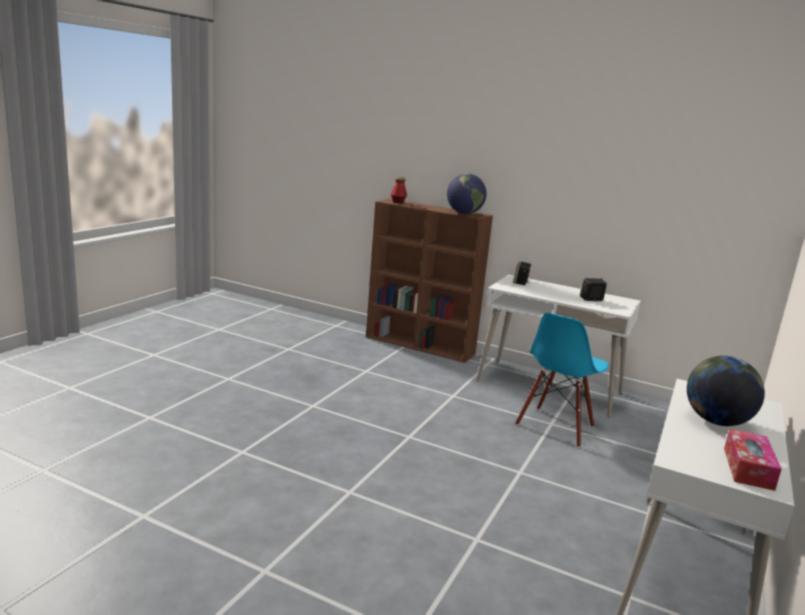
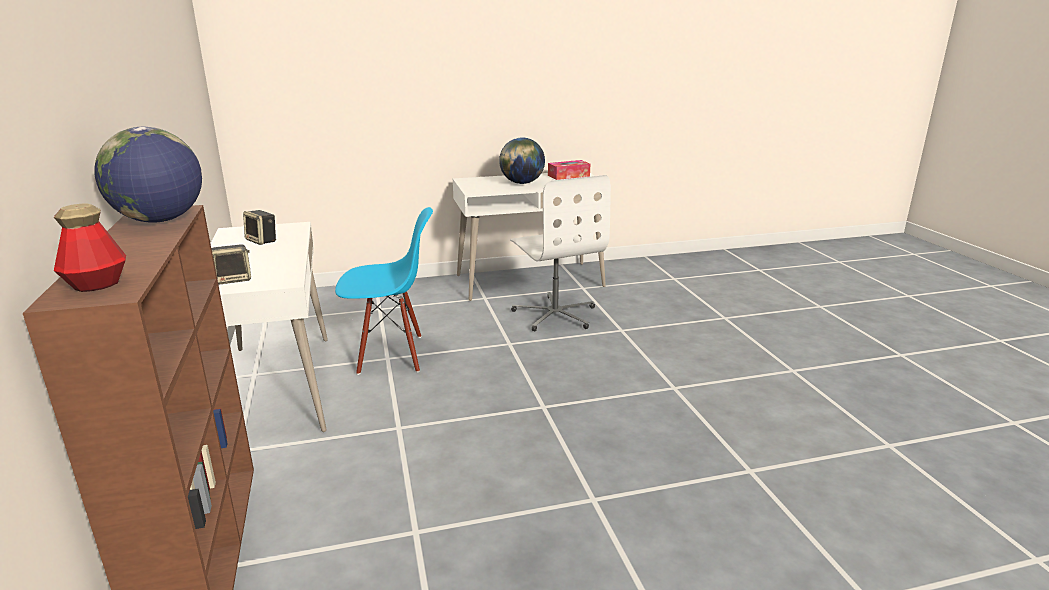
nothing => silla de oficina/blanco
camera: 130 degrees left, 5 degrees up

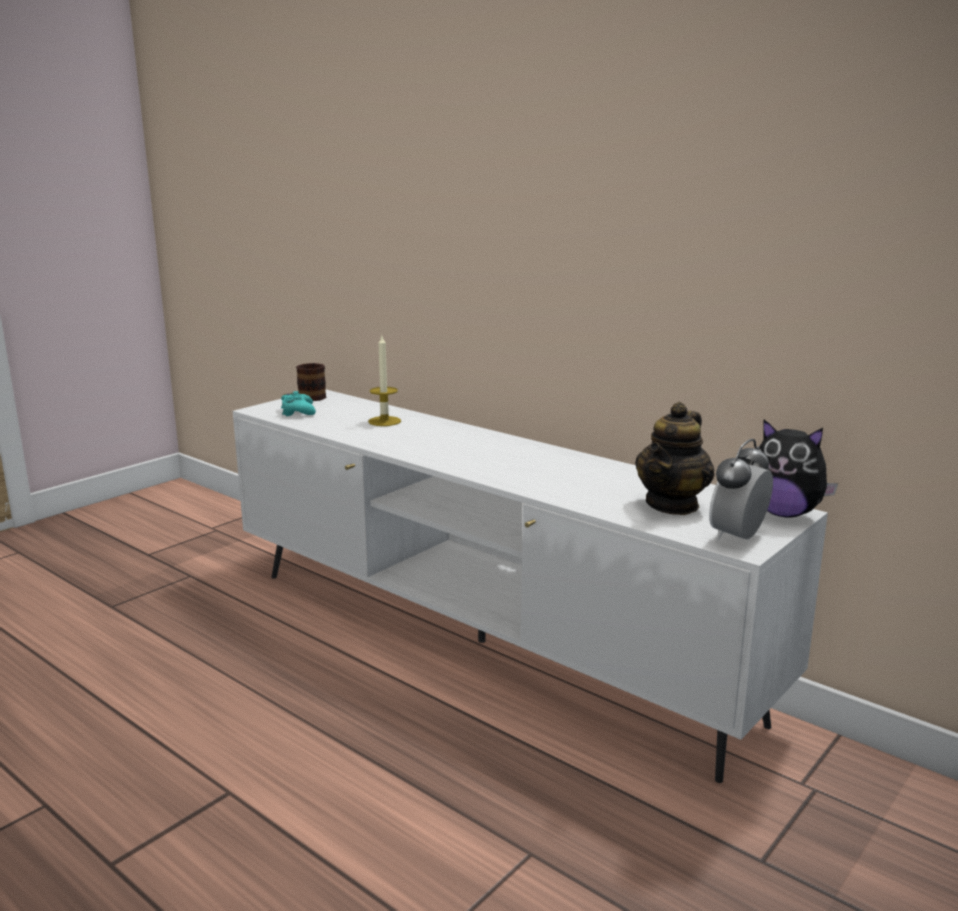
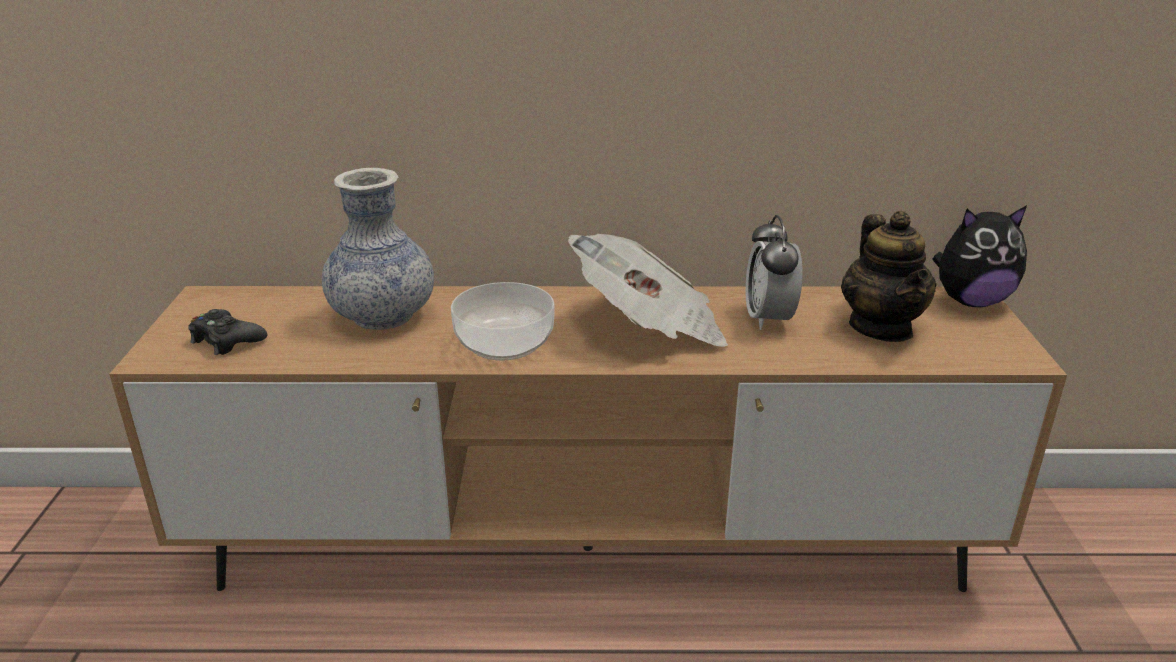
mueble de televisión/blanco => mueble de televisión/marrón
mando de consola/turquesa => mando de consola/negro
vela => florero
nothing => cuenco
nothing => periódico
despertador, moved
taza grande => nothing
camera: 40 degrees left, 10 degrees up

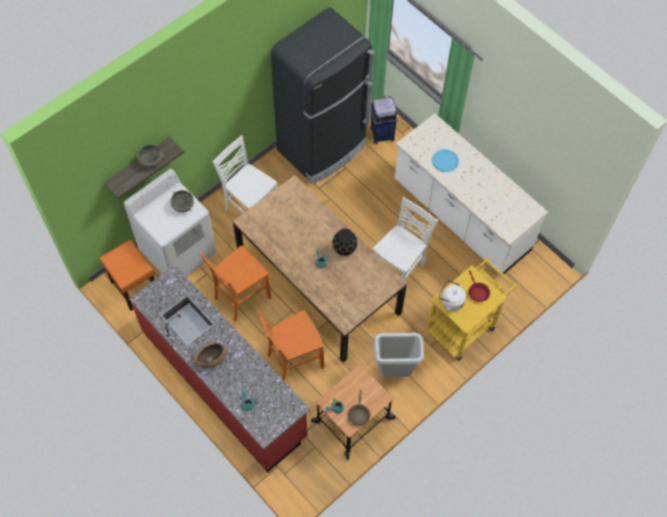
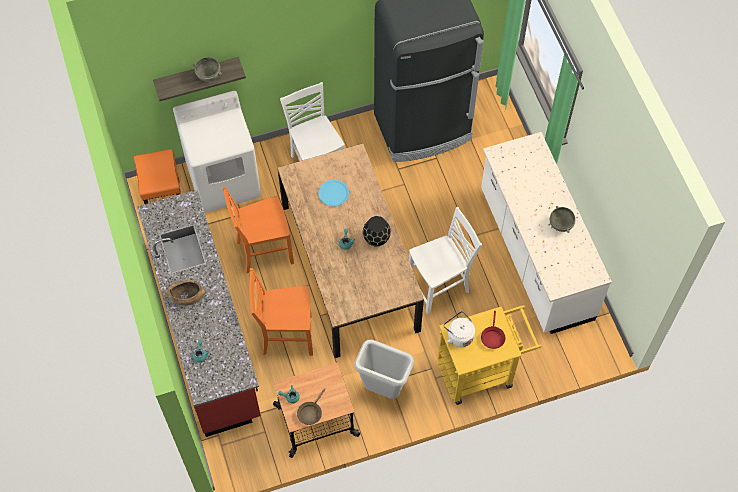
plato/azul, moved
cuenco/gris (2nd from left), moved
papelera/azul => nothing
camera: 25 degrees right, 0 degrees up

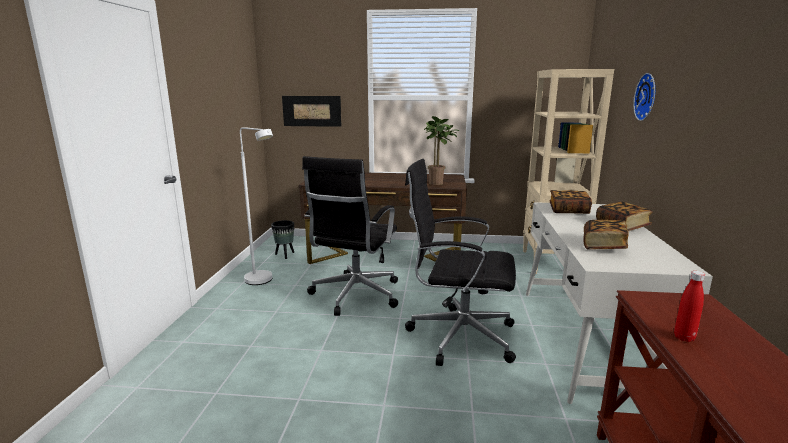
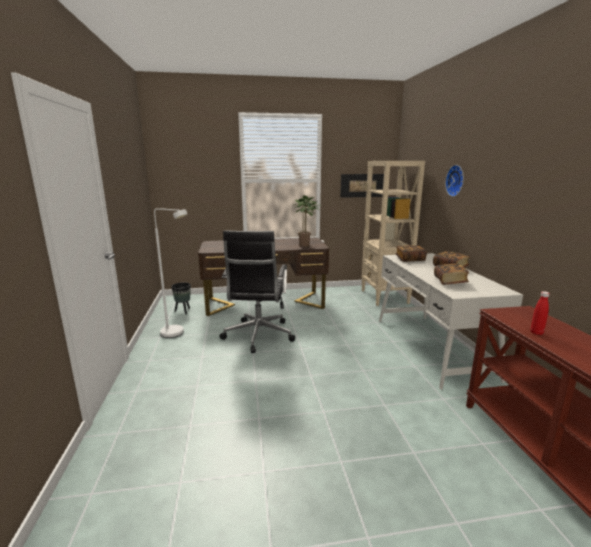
cuadro, moved
silla de oficina/negro (2nd from left) => nothing
camera: 15 degrees left, 0 degrees up

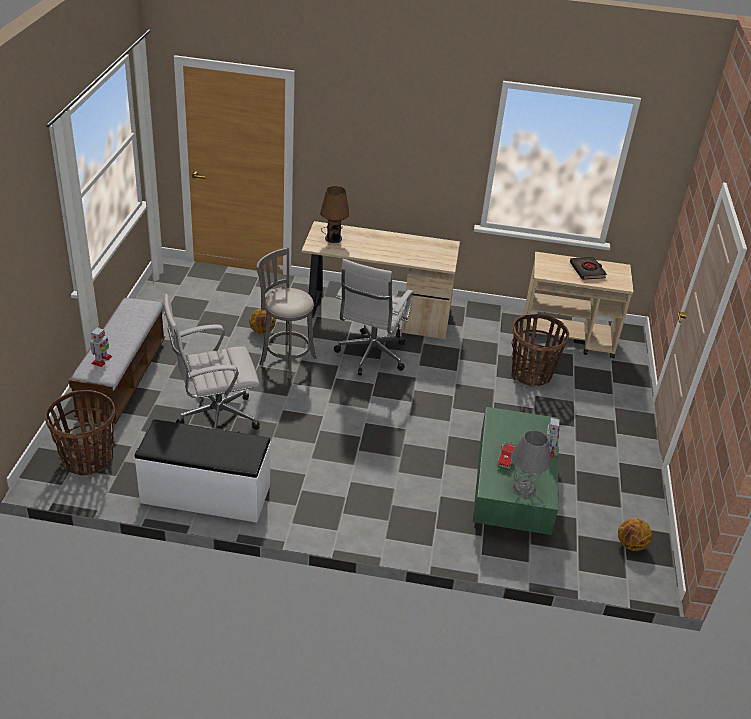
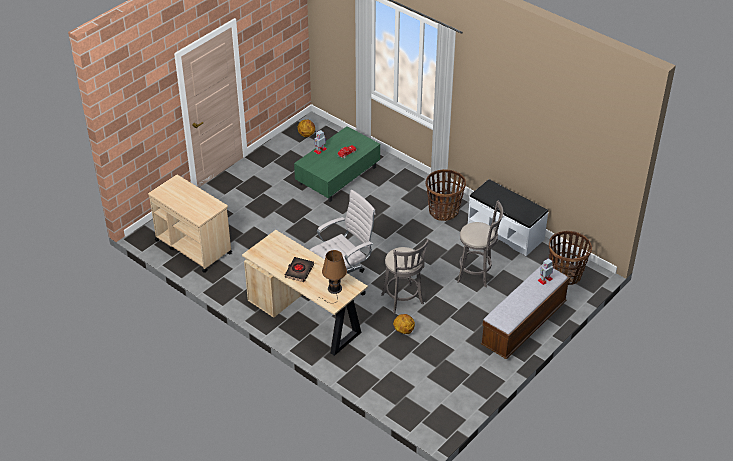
libro/negro, moved
cesta (2nd from left in the first image) => cesta (1st from left), moved
silla de oficina/blanco (1st from left) => taburete/gris (2nd from left)
lámpara de mesa/gris => nothing
camera: 145 degrees left, 5 degrees up

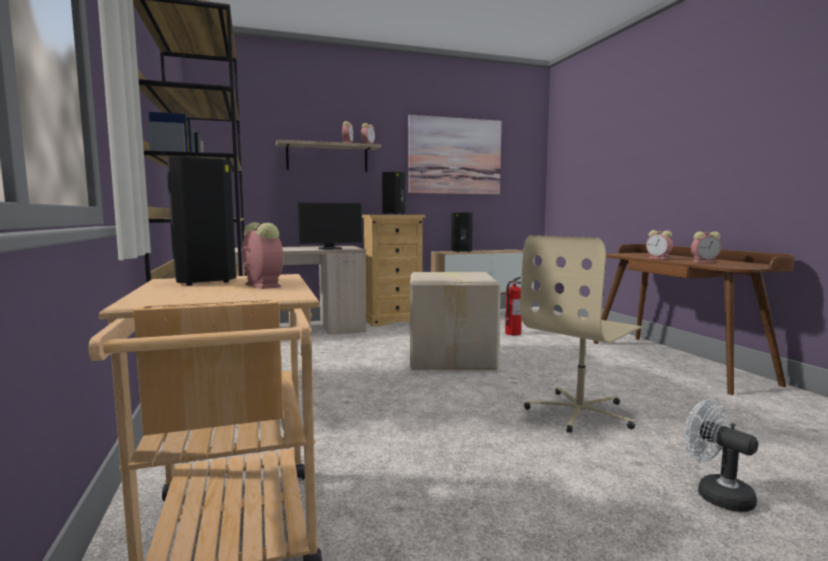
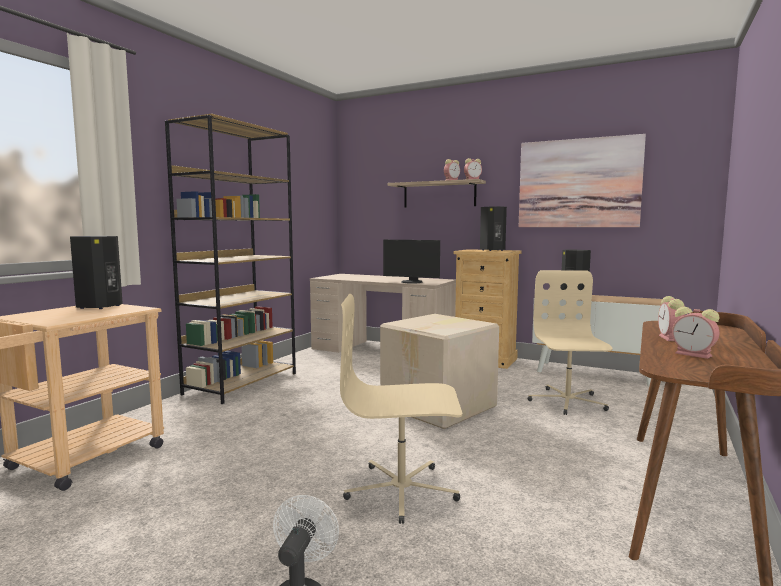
extintor => silla de oficina/beis (2nd from left)
despertador (1st from left) => nothing
camera: 45 degrees right, 0 degrees up

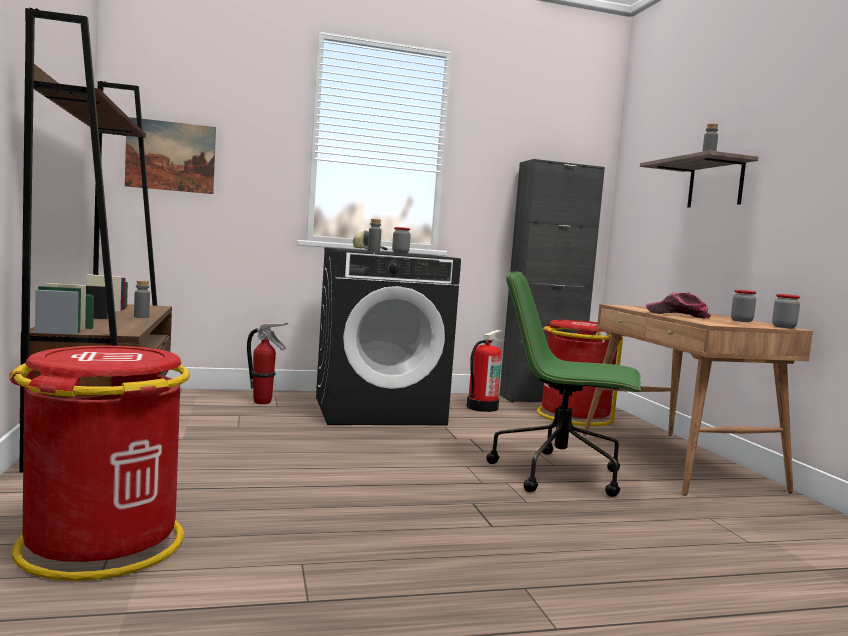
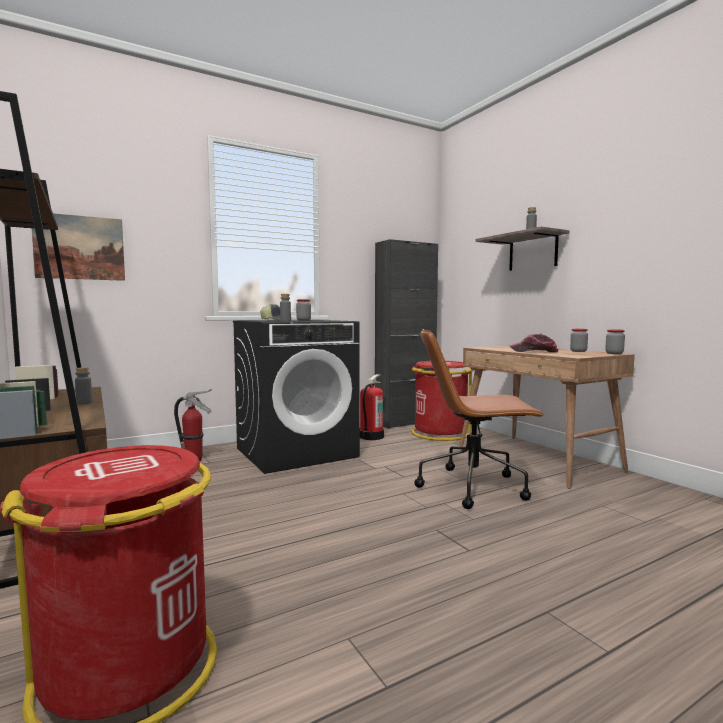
silla de oficina/verde => silla de oficina/marrón
camera: 15 degrees left, 0 degrees up

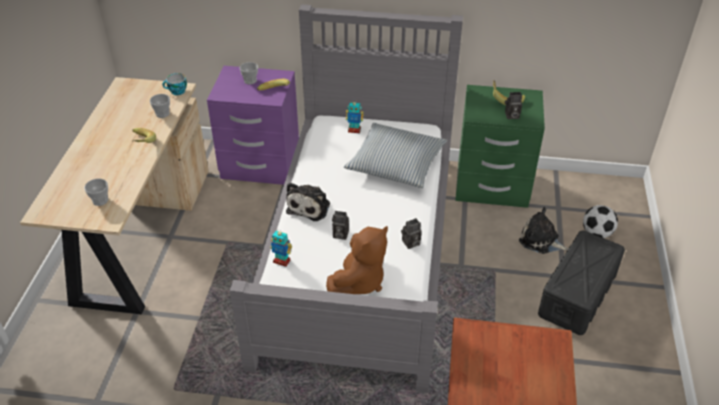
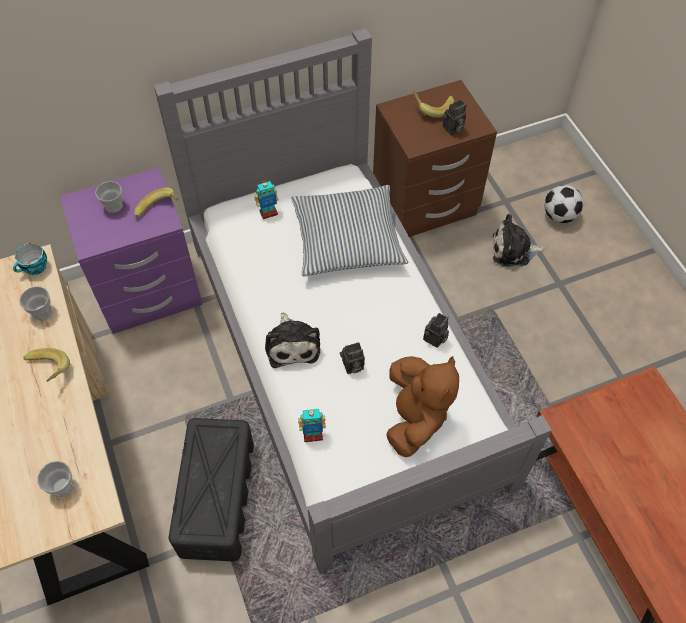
caja de almacenaje/negro, moved
mesita de noche/verde => mesita de noche/marrón
camera: 30 degrees left, 15 degrees up

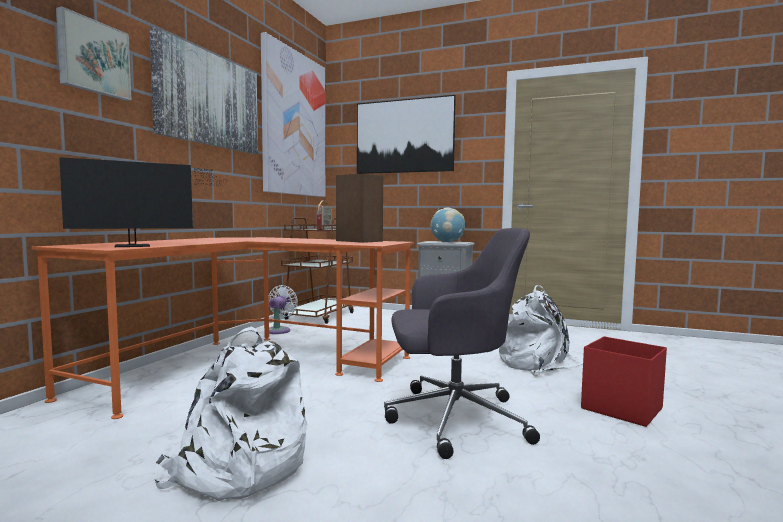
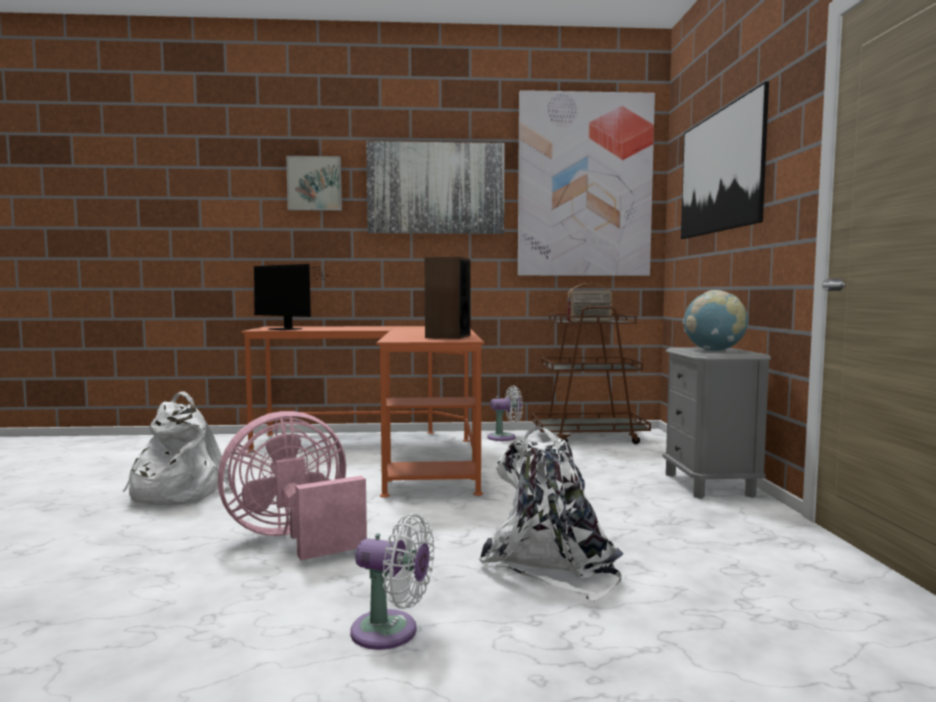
silla de oficina/gris => ventilador/rosa
caja de almacenaje/rojo => ventilador/blanco (1st from left)
camera: 65 degrees right, 0 degrees up

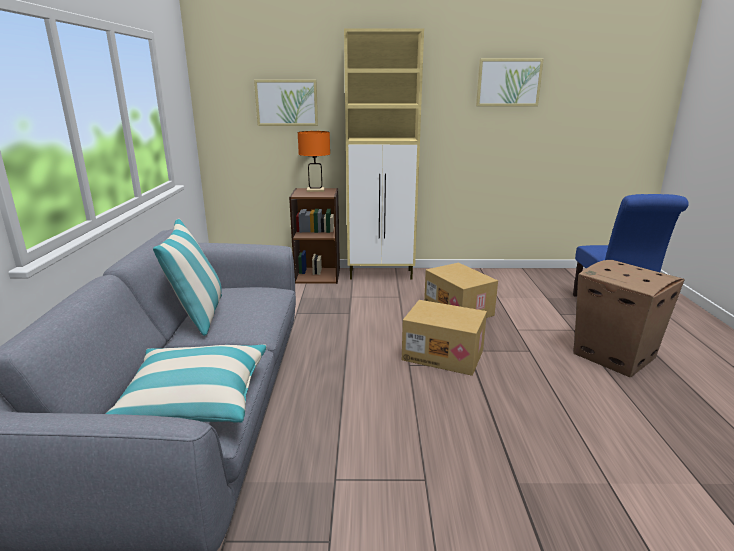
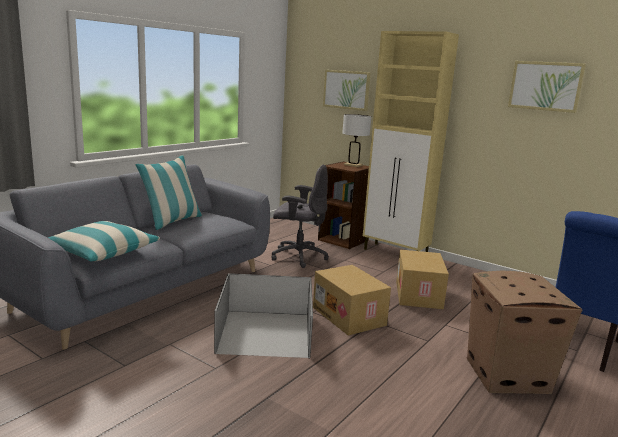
nothing => caja de almacenaje/negro
nothing => silla de oficina/gris
lámpara de mesa/naranja => lámpara de mesa/blanco
camera: 35 degrees right, 5 degrees down

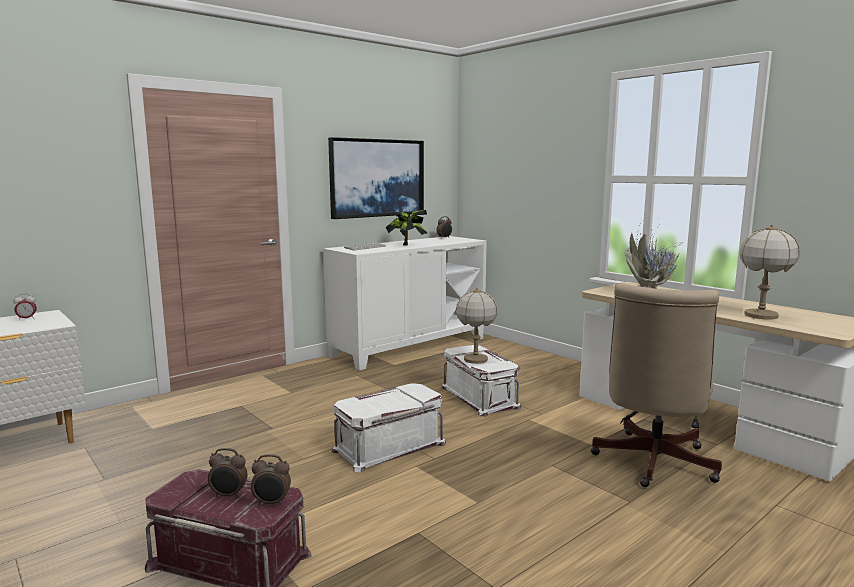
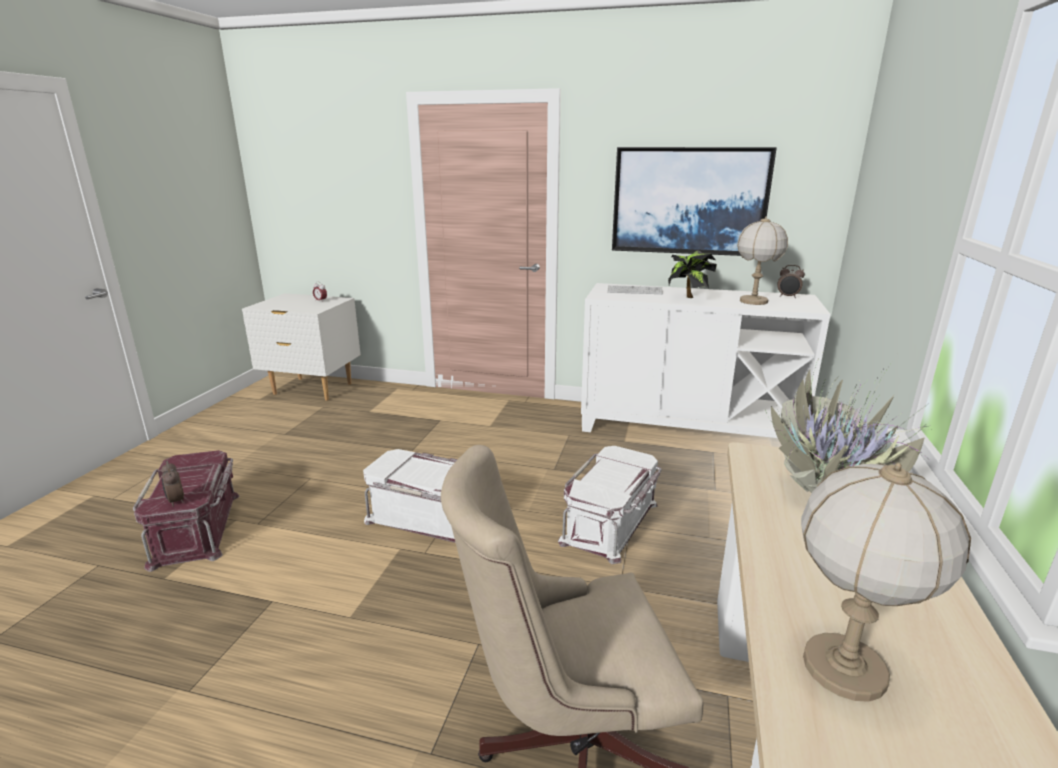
lámpara de mesa (1st from left), moved
despertador (2nd from left) => nothing
camera: 55 degrees right, 10 degrees up

